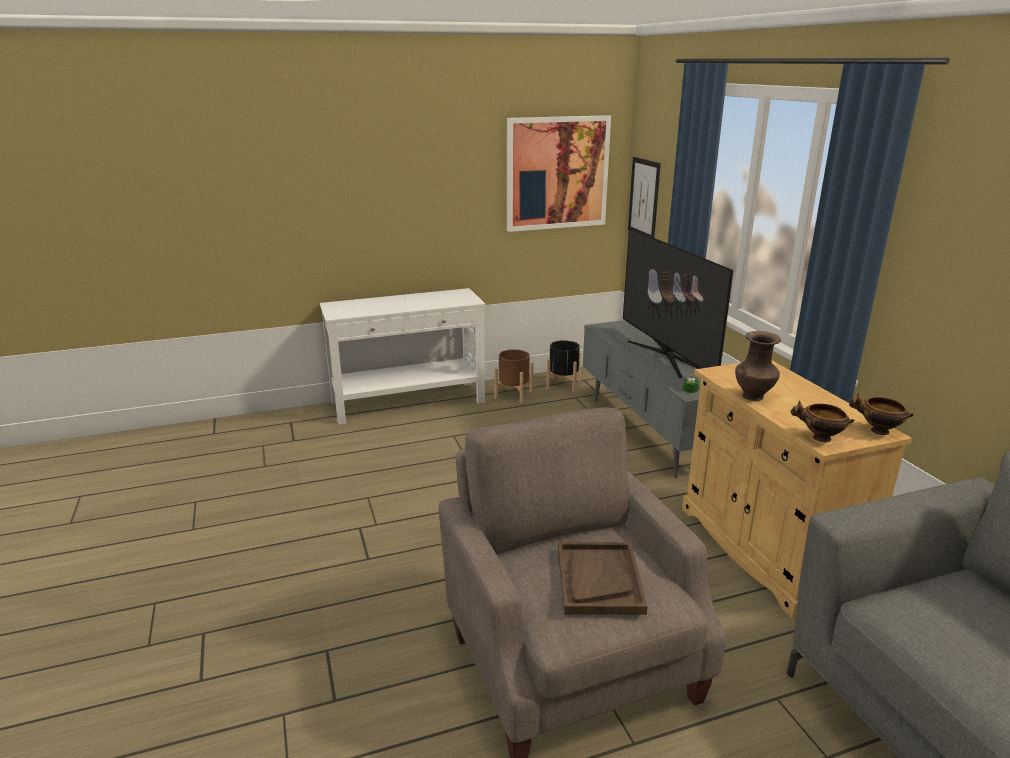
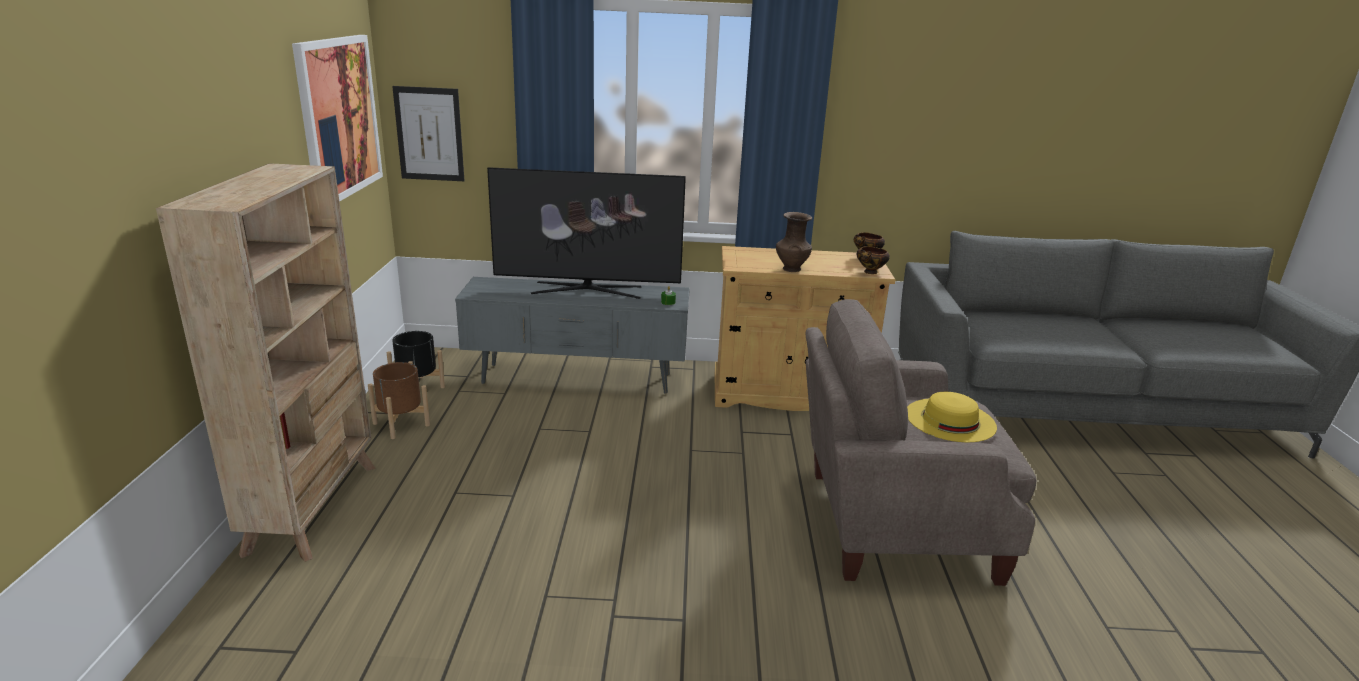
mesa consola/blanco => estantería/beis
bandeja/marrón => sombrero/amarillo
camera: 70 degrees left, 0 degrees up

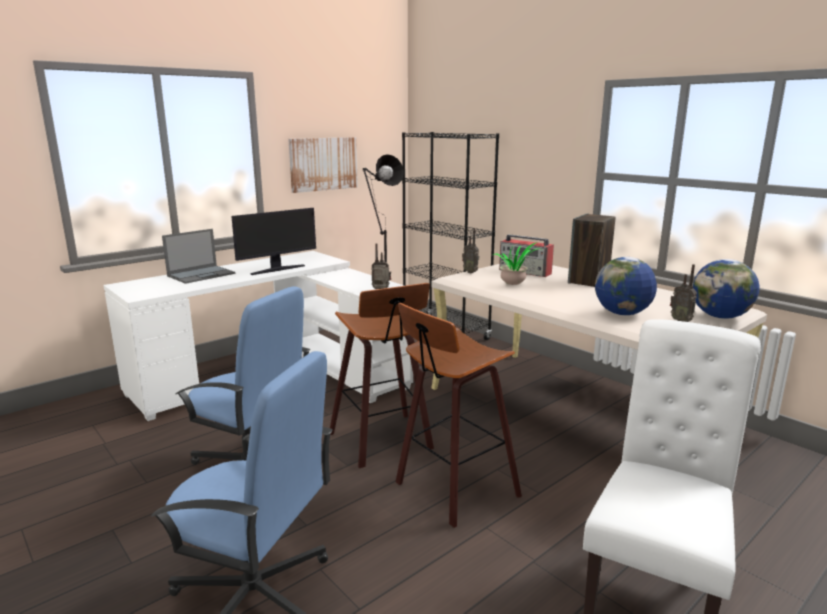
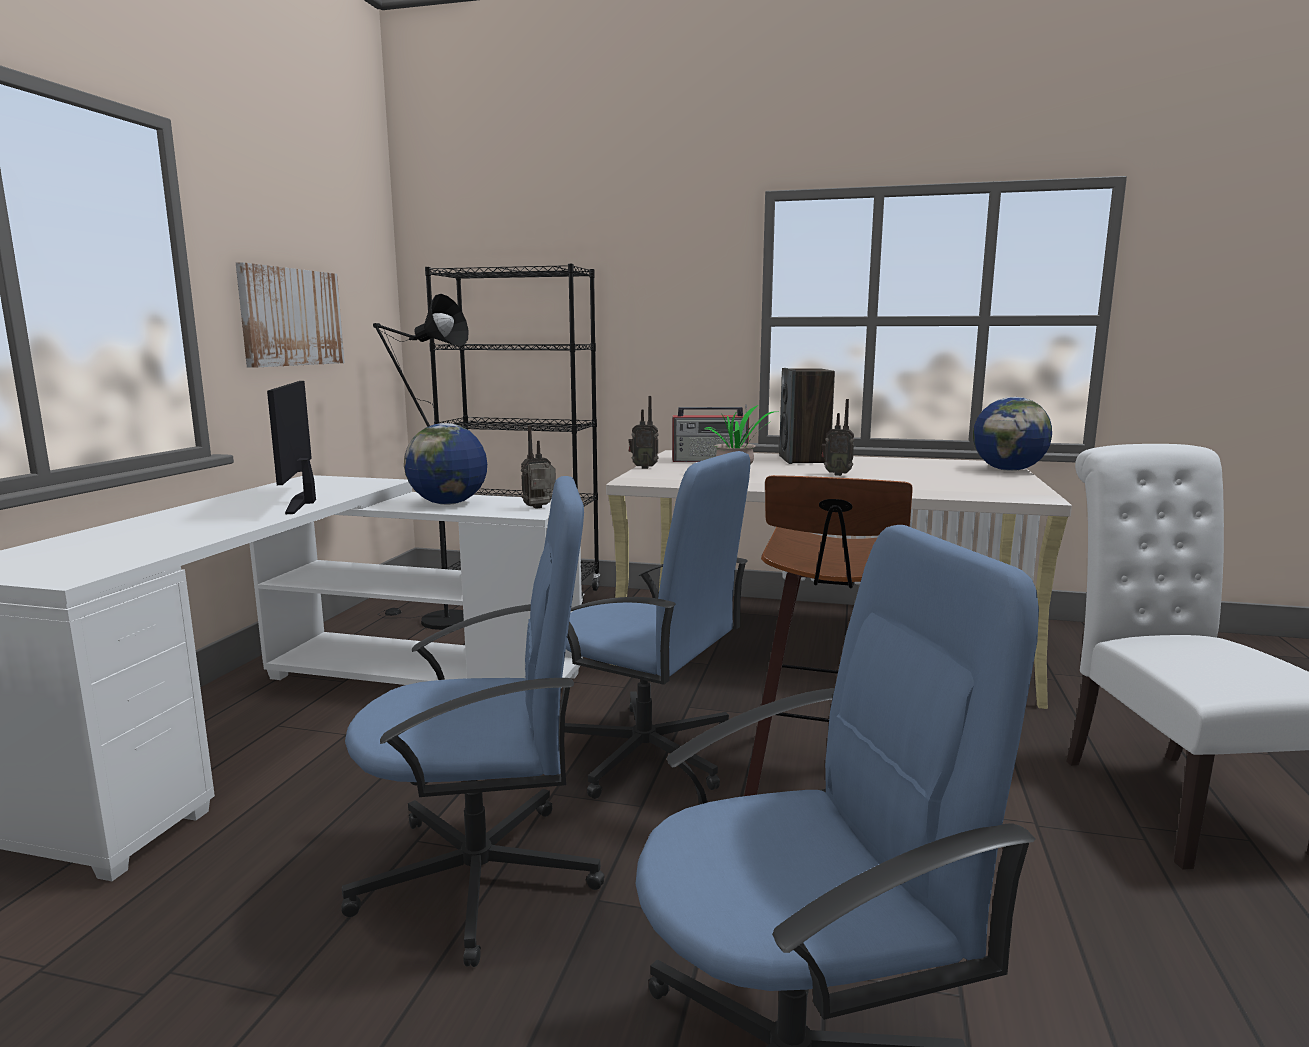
monitor, 150 degrees clockwise
globo terráqueo (1st from left), moved
taburete (1st from left) => silla de oficina/azul (2nd from left)
radio (4th from left), moved
portátil => nothing
camera: 35 degrees left, 5 degrees down

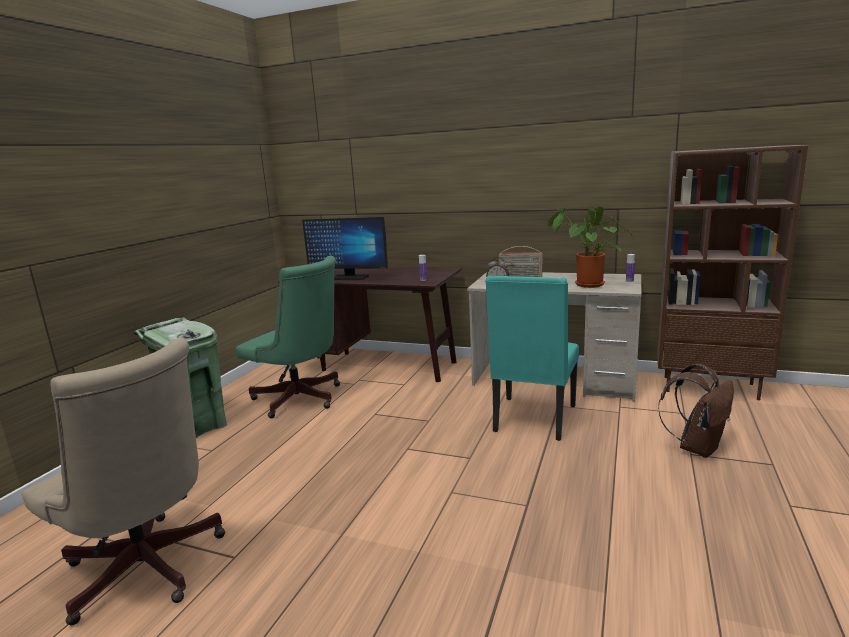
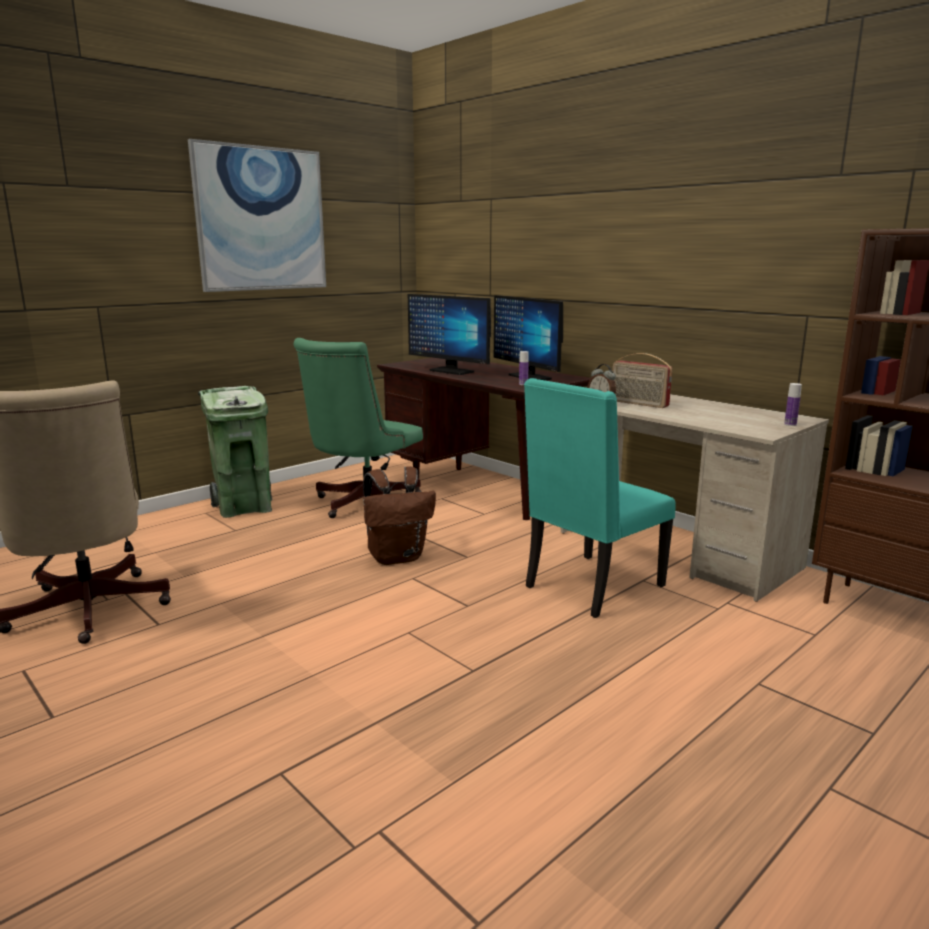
nothing => cuadro
silla de oficina/verde, 60 degrees clockwise
mochila/marrón, moved
nothing => monitor (2nd from left)
planta en maceta => nothing
camera: 25 degrees right, 0 degrees up

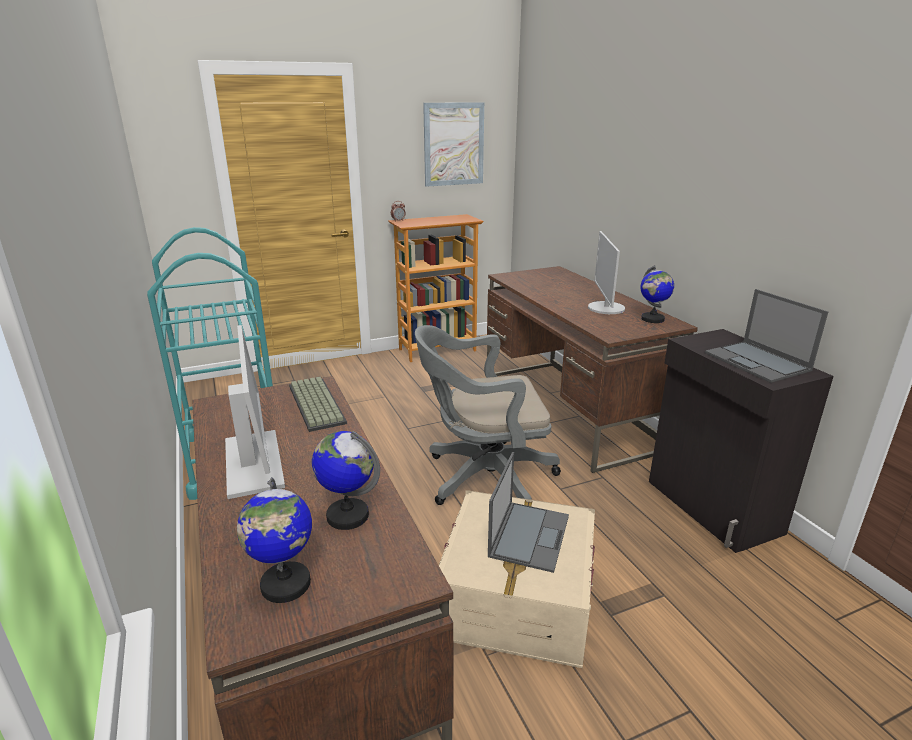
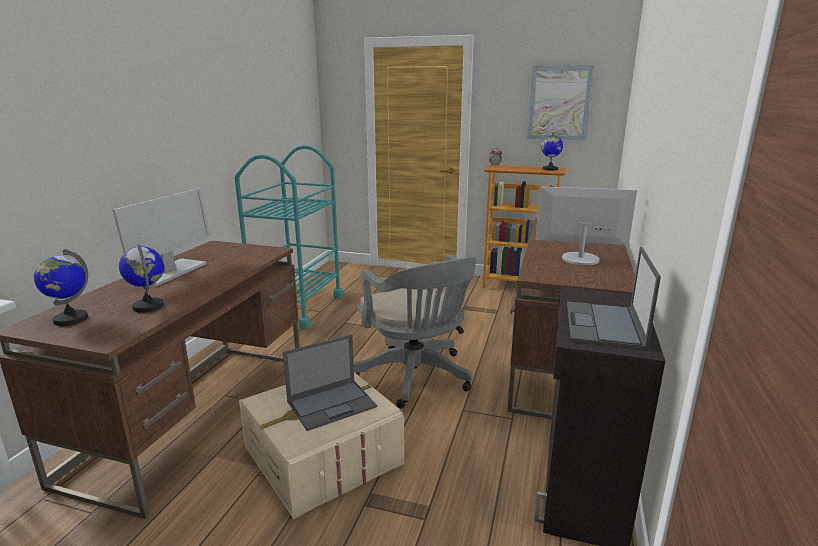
silla de oficina/gris, 150 degrees counterclockwise
monitor (2nd from left), 60 degrees clockwise
globo terráqueo (3rd from left), moved
teclado => nothing
camera: 40 degrees right, 5 degrees down

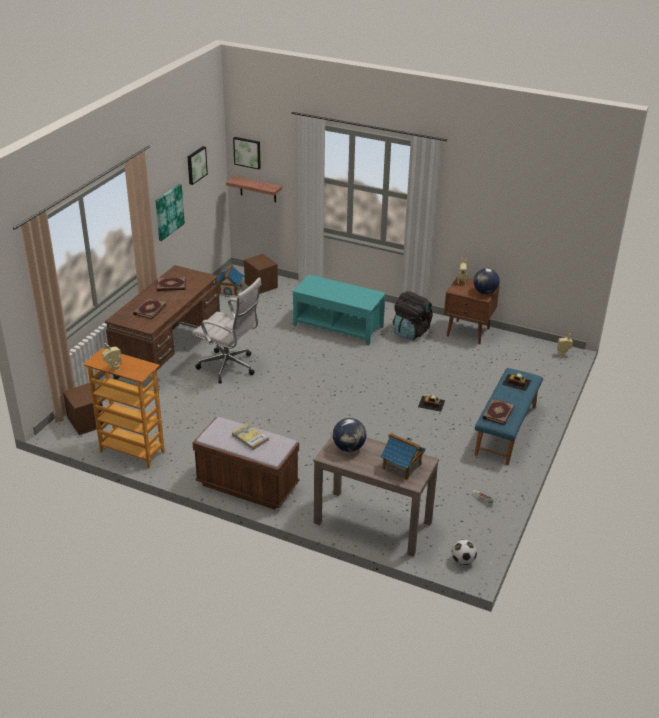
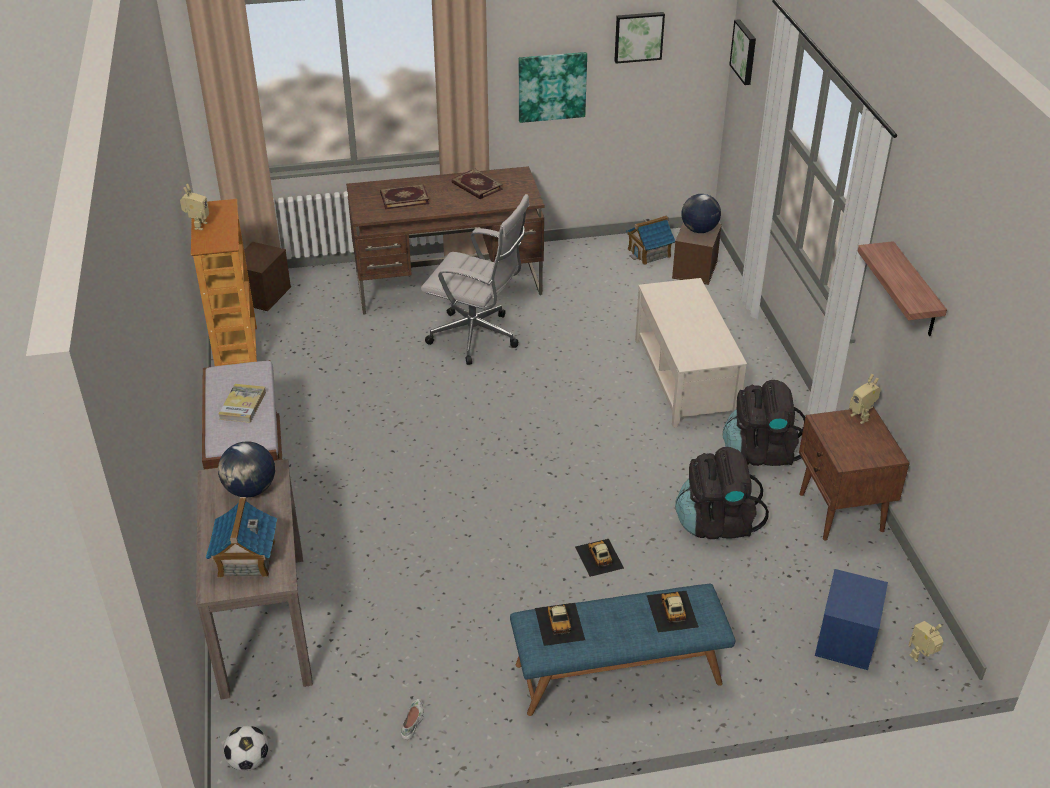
silla de oficina/blanco, 60 degrees counterclockwise
libro (4th from left) => coche de juguete (1st from left)
mesa de centro/turquesa => mesa de centro/beis
nothing => mochila/negro (1st from left)
globo terráqueo (2nd from left), moved
nothing => caja de almacenaje/azul
estante, moved
camera: 55 degrees right, 5 degrees up

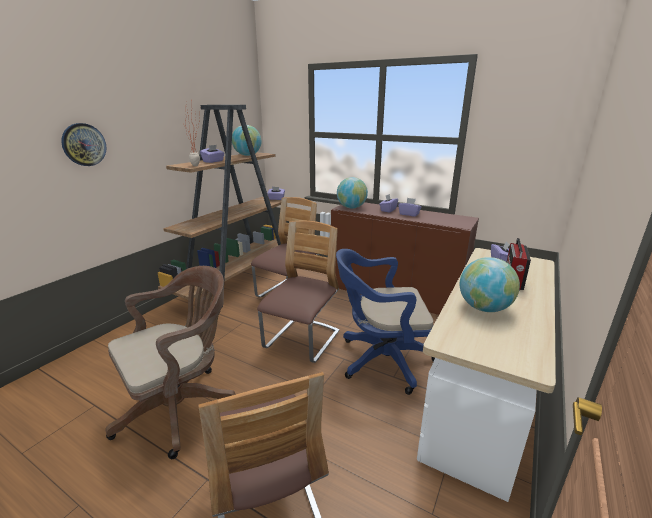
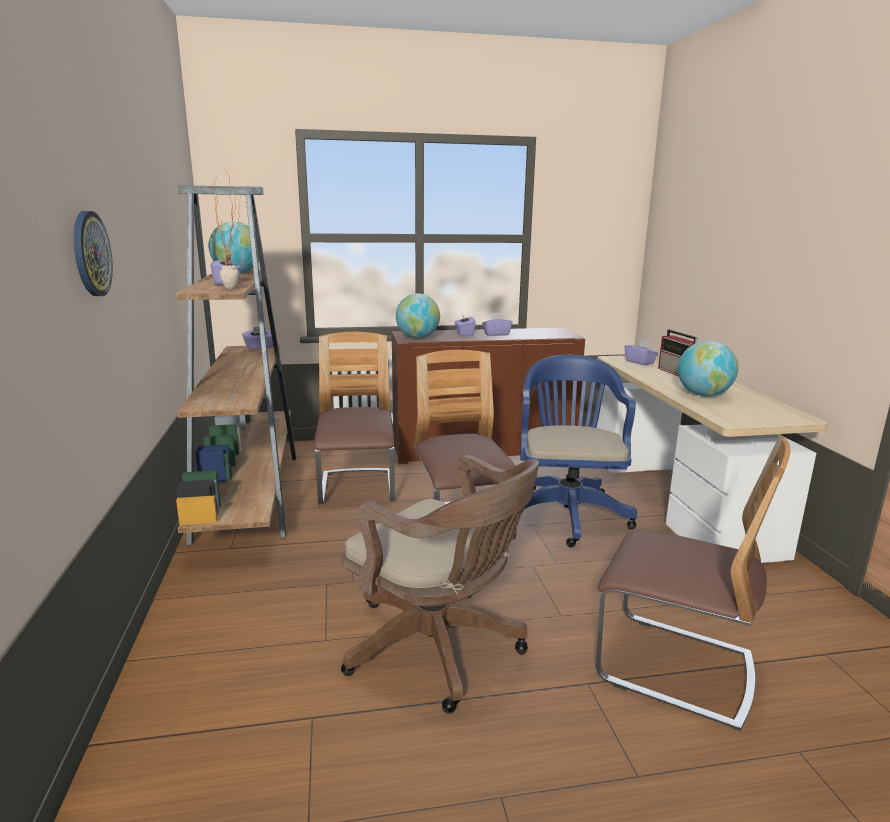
silla de oficina/marrón, 120 degrees clockwise
silla de oficina/azul, 135 degrees clockwise
camera: 40 degrees left, 5 degrees down

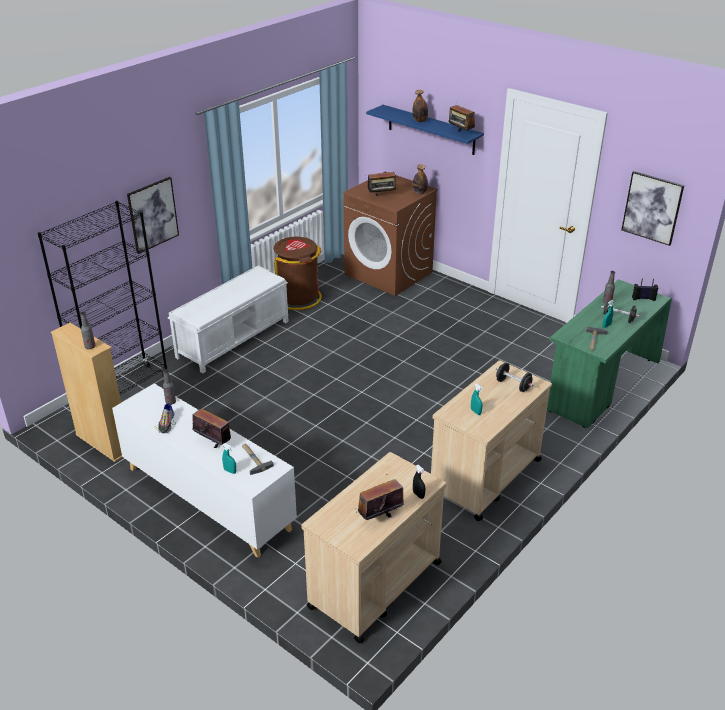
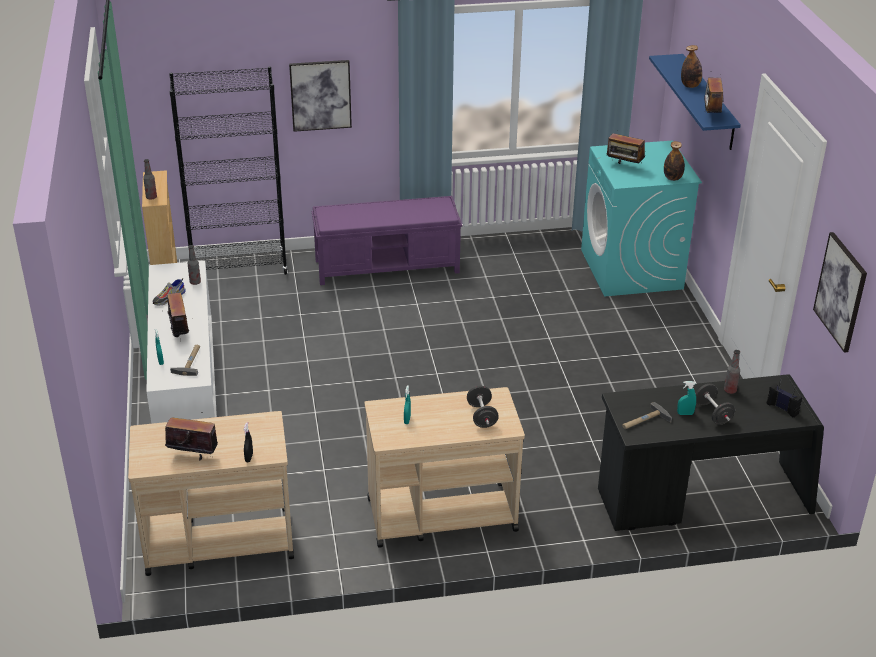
banco/blanco => banco/morado
lavadora/marrón => lavadora/turquesa
escritorio/verde => escritorio/negro
papelera/marrón => nothing
camera: 40 degrees right, 0 degrees up

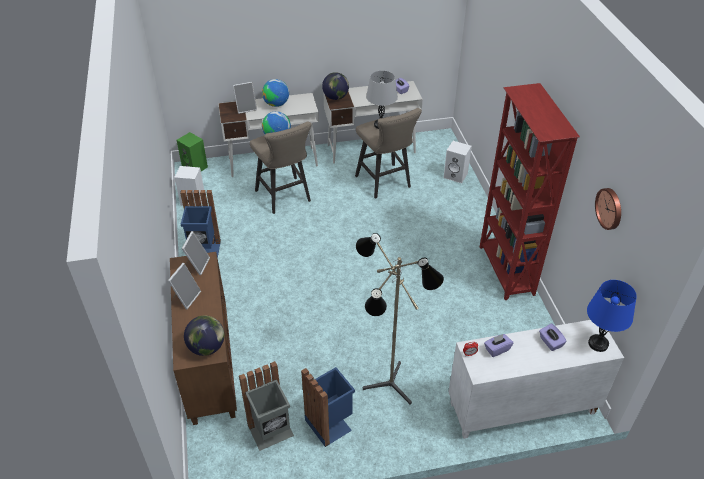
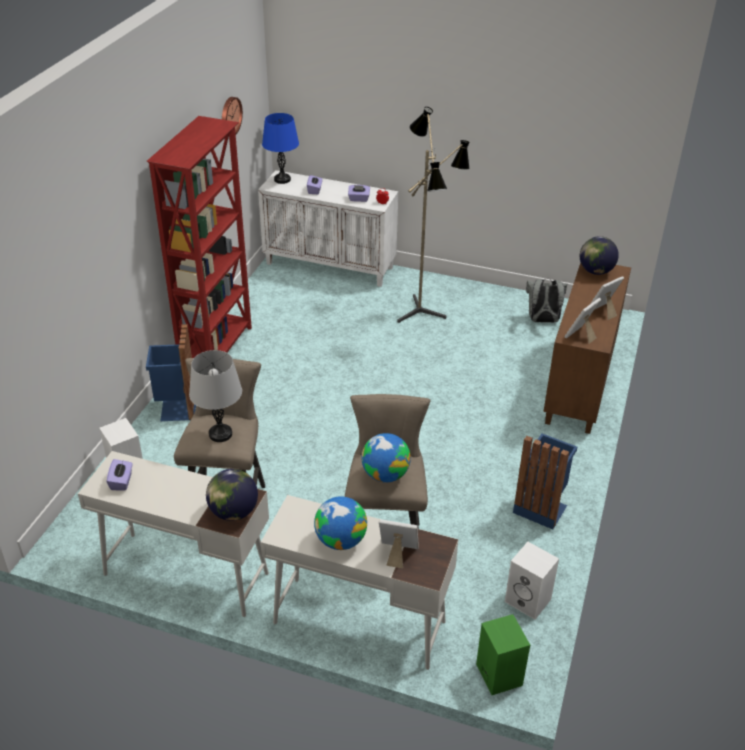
papelera/azul (2nd from left in the first image) => papelera/azul (1st from left), moved
papelera/gris => mochila/gris
camera: 150 degrees left, 5 degrees down

